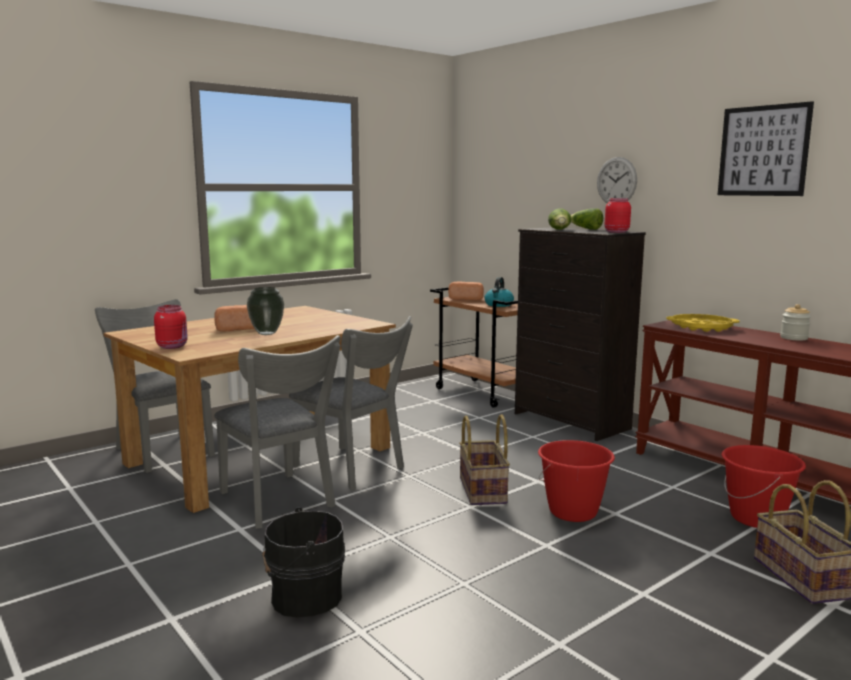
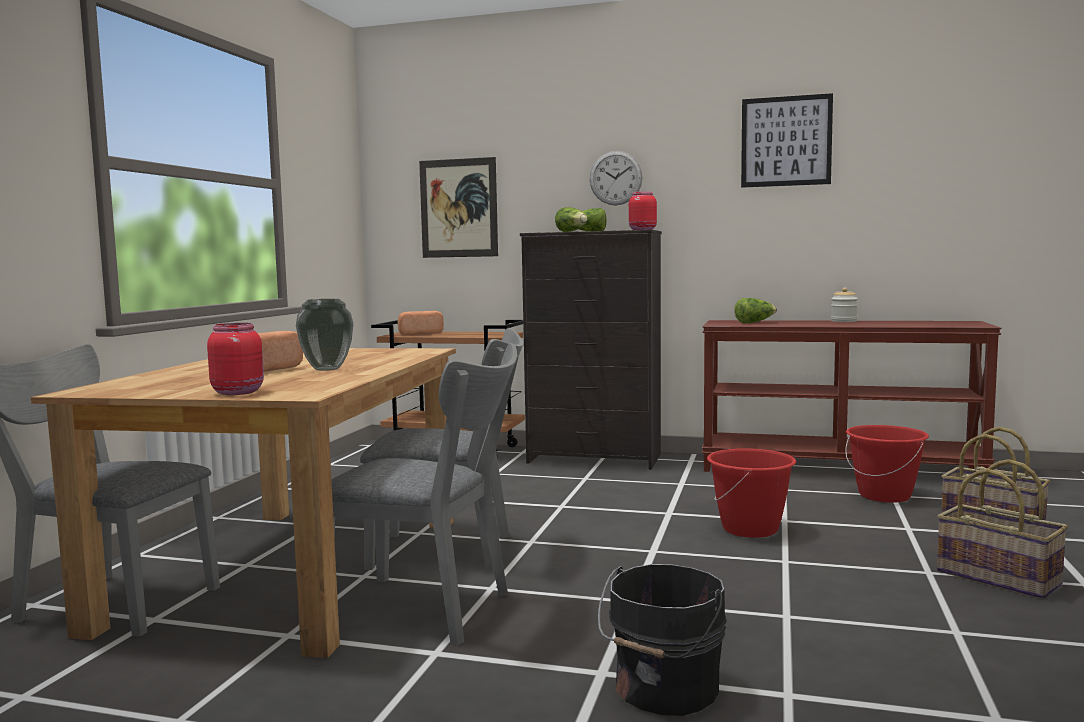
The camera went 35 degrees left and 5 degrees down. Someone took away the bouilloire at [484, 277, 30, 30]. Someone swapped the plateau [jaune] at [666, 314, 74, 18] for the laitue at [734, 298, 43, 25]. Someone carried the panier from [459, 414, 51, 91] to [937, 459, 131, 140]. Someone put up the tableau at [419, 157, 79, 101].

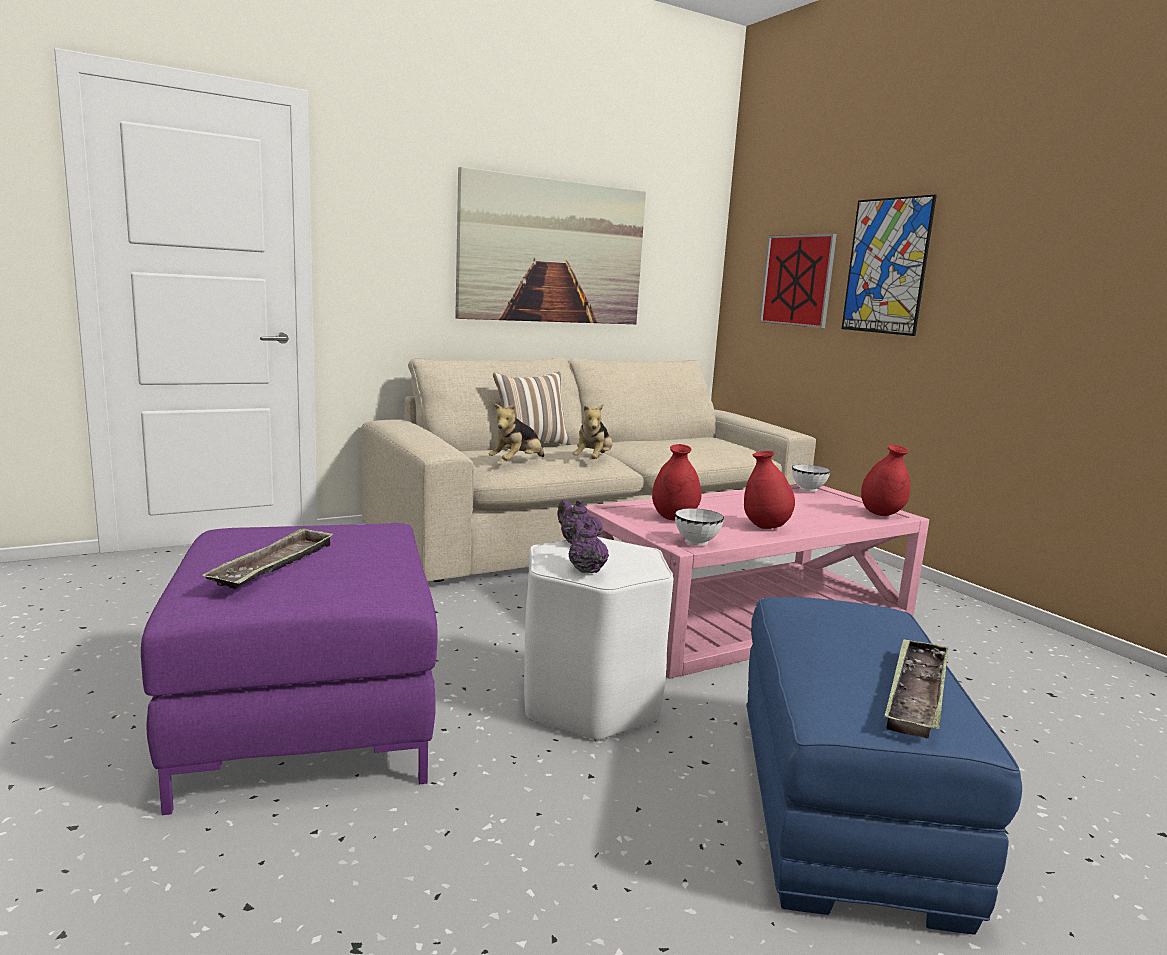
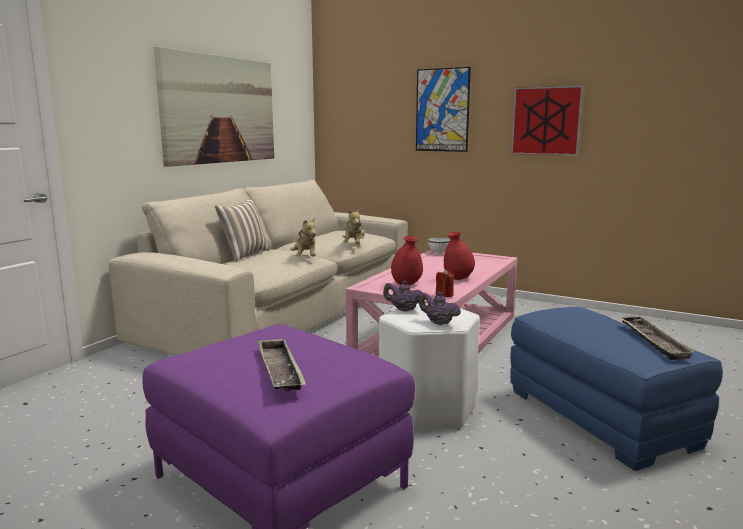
The camera went 30 degrees left and 0 degrees up. Someone carried the tableau from [759, 234, 78, 94] to [511, 86, 72, 70]. Someone carried the peluche from [489, 403, 55, 57] to [342, 208, 23, 36]. Someone took away the vase [rouge] at [861, 445, 49, 71]. Someone swapped the bol [blanc] at [675, 508, 49, 37] for the bougie [rouge] at [436, 269, 19, 28].

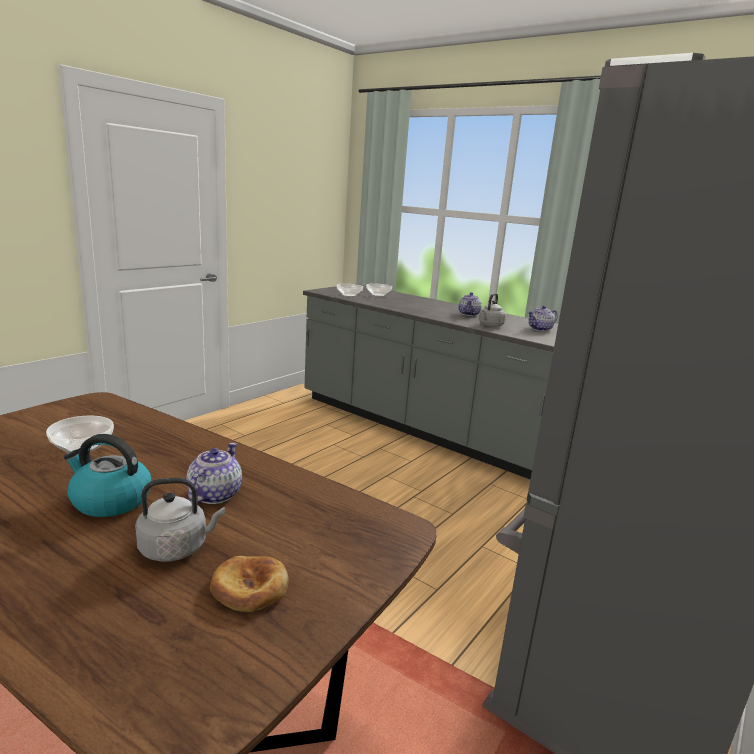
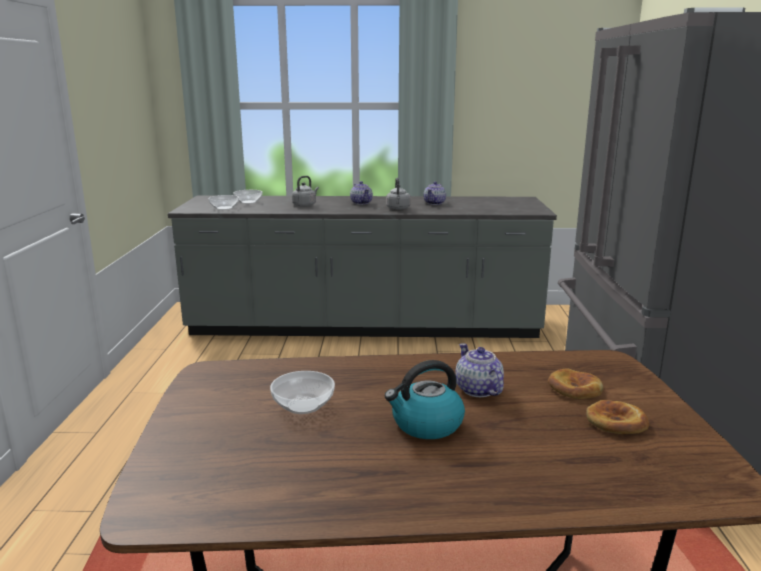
The camera went 35 degrees left and 0 degrees up. Someone carried the bouilloire [gris] from [135, 478, 90, 84] to [292, 176, 27, 31]. Someone put down the pain at [548, 368, 56, 31].

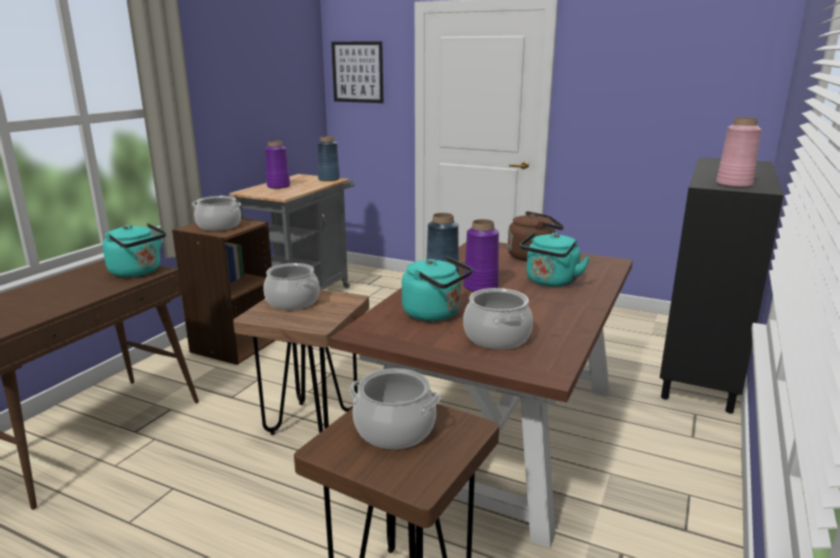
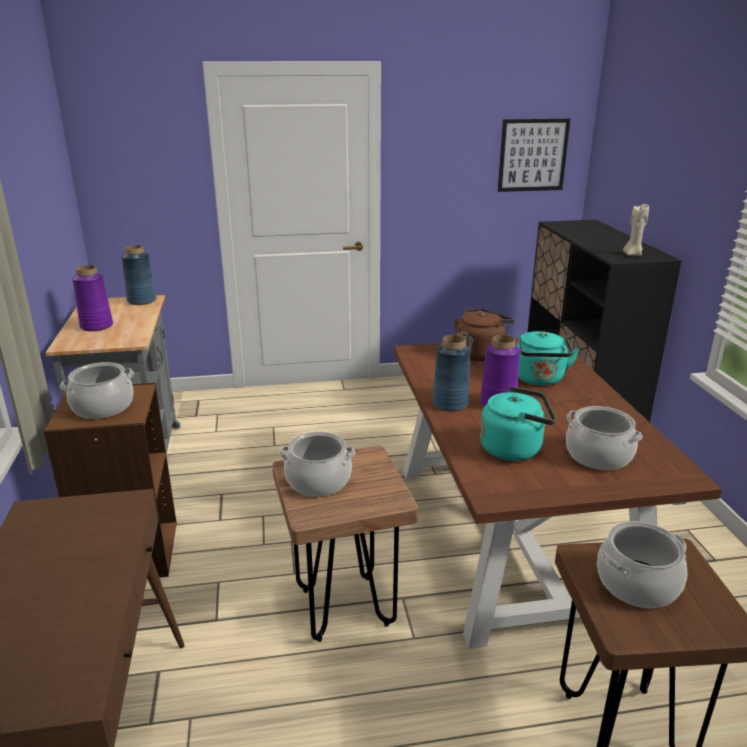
The camera went 35 degrees left and 5 degrees up. Someone carried the tableau from [331, 41, 52, 62] to [498, 118, 72, 74]. Someone swapped the vase [rose] at [716, 117, 46, 71] for the bougie [beige] at [623, 204, 26, 52]. Someone took away the bouilloire [turquoise] at [103, 223, 63, 54].

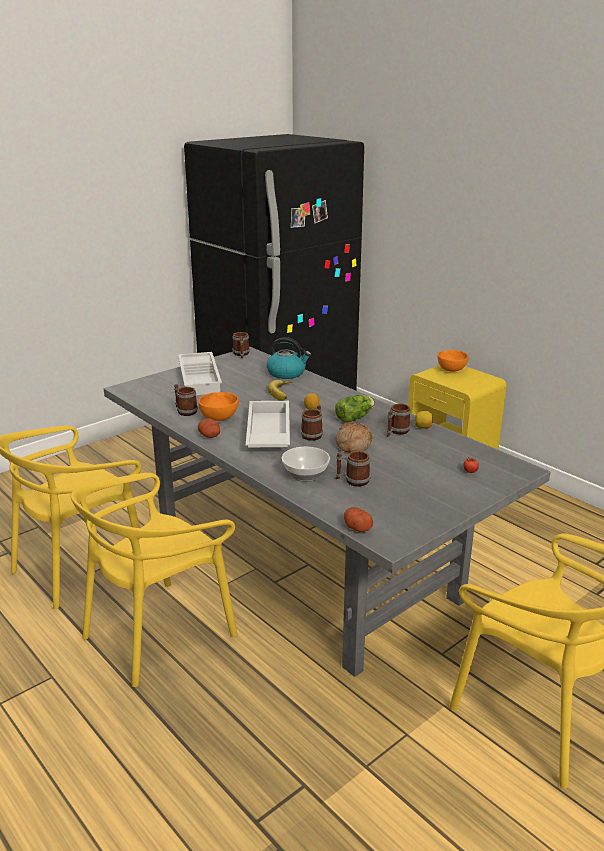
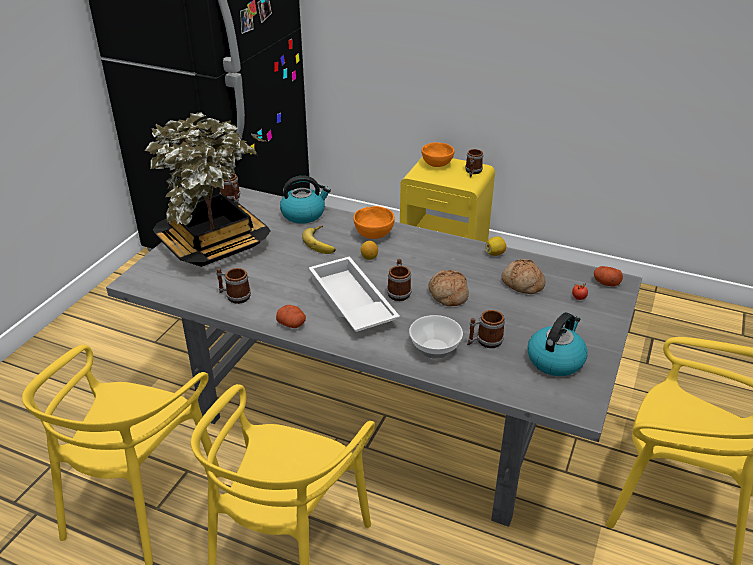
The camera went 25 degrees left and 10 degrees up. Someone swapped the plateau [blanc] at [178, 352, 44, 43] for the plante en pot at [145, 112, 126, 155]. Someone carried the bol [orange] from [198, 392, 41, 29] to [353, 206, 42, 33]. Someone took away the laitue at [335, 395, 40, 28]. Someone carried the mug from [387, 404, 24, 33] to [465, 149, 18, 29]. Someone carried the pomme de terre from [344, 507, 29, 25] to [594, 266, 29, 21]. Someone put down the pain at [501, 259, 44, 35]. Someone put down the bouilloire at [527, 312, 61, 64].

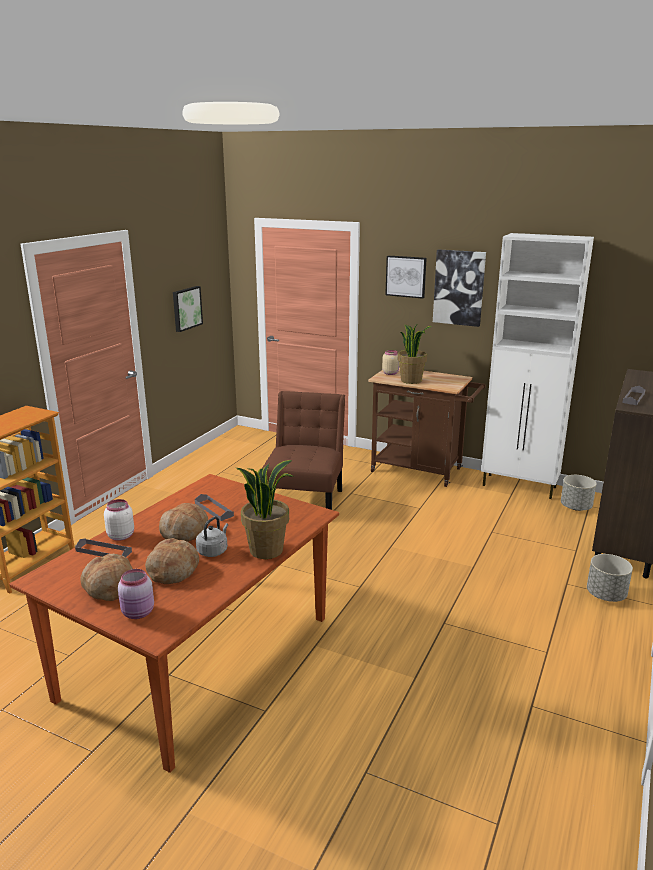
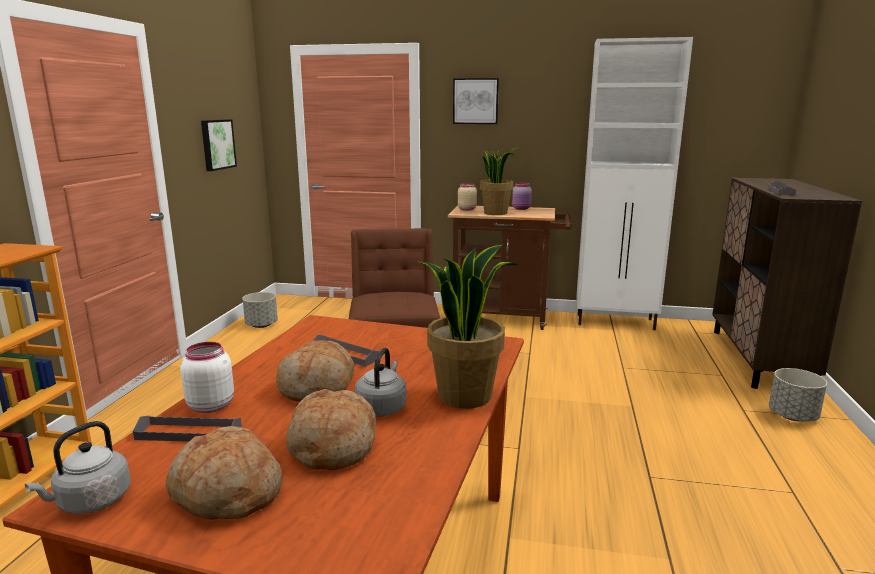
The camera went 15 degrees left and 5 degrees down. Someone took away the tableau at [433, 249, 53, 78]. Someone carried the cache-pot [gris] from [561, 475, 36, 36] to [242, 292, 36, 36]. Someone carried the bocal [rose] from [118, 569, 36, 50] to [512, 183, 20, 27]. Someone put down the bouilloire [gris] at [25, 421, 105, 93].

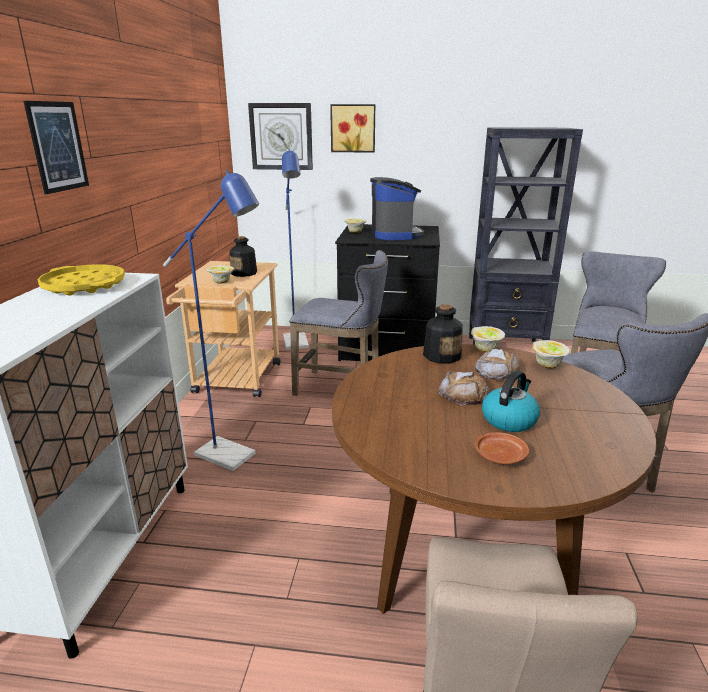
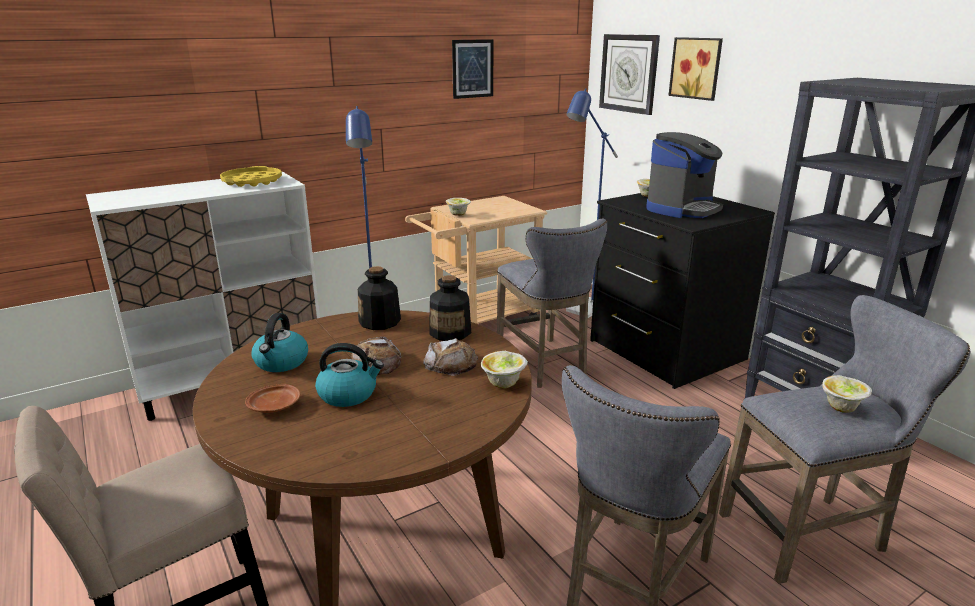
The camera went 50 degrees right and 0 degrees up. Someone carried the tableau from [23, 101, 66, 93] to [452, 39, 41, 60]. Someone carried the bouteille from [230, 236, 27, 41] to [358, 266, 43, 64]. Someone carried the bol from [471, 326, 34, 26] to [822, 375, 50, 38]. Someone put down the bouilloire at [251, 313, 57, 59].

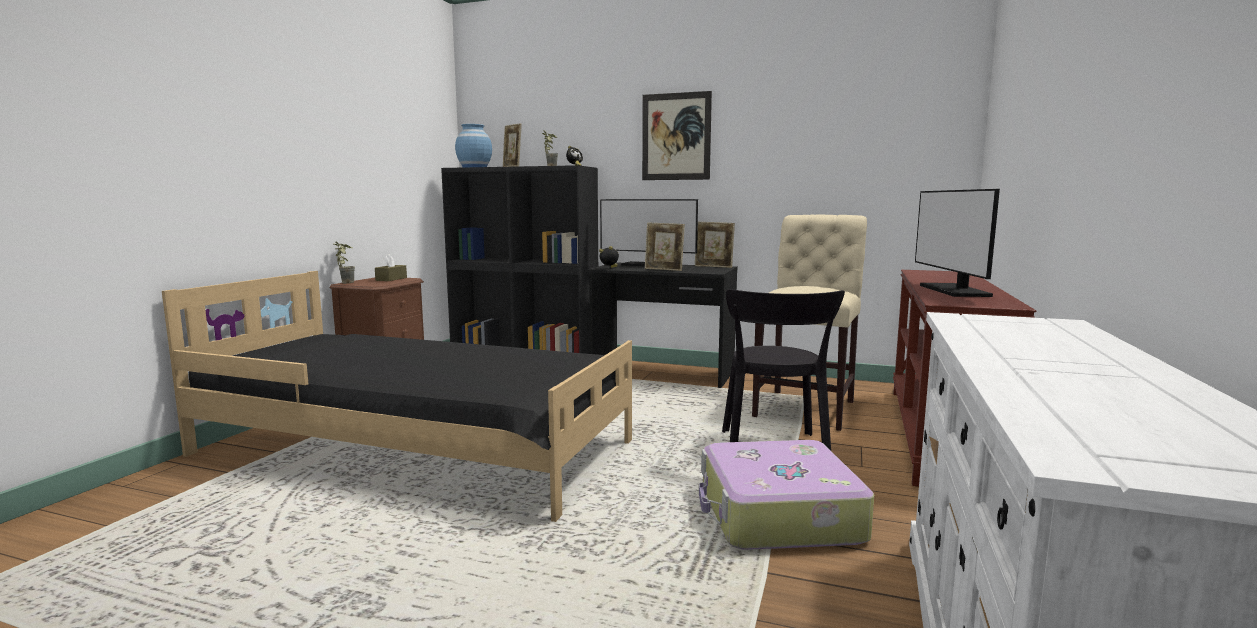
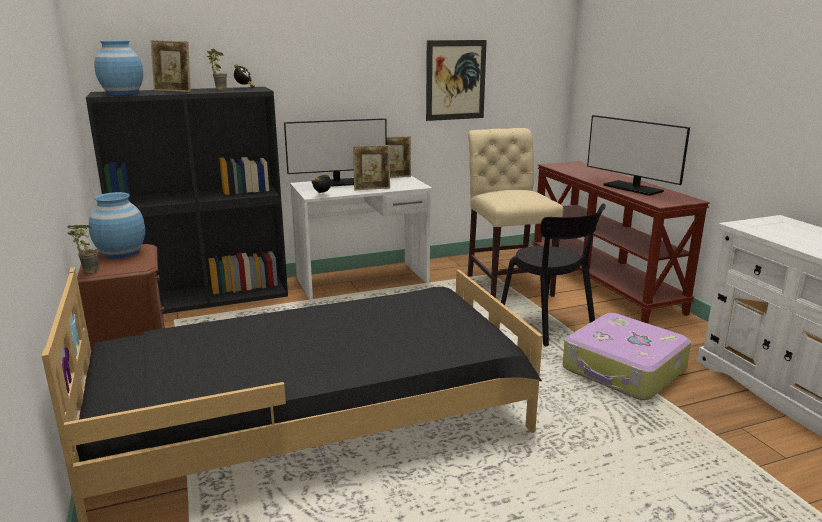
The camera went 40 degrees left and 10 degrees up. Someone carried the tableau from [642, 91, 70, 89] to [426, 40, 61, 81]. Someone swapped the boîte à mouchoirs [marron] at [375, 254, 32, 27] for the vase [bleu] at [89, 192, 56, 67]. Someone repainted the bureau [noir] at [587, 262, 151, 126], which became the bureau [blanc] at [290, 176, 142, 124].

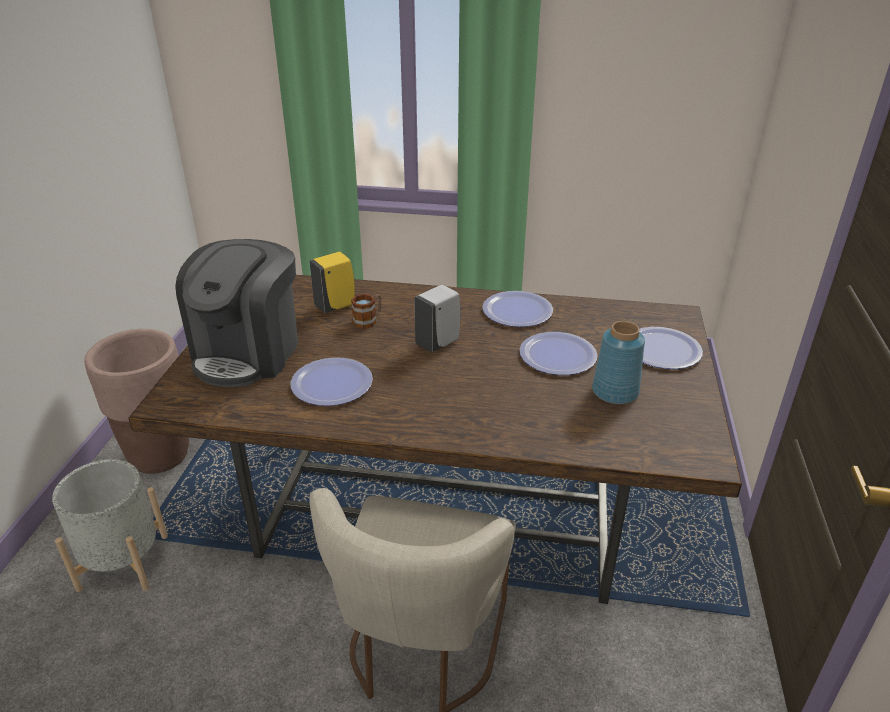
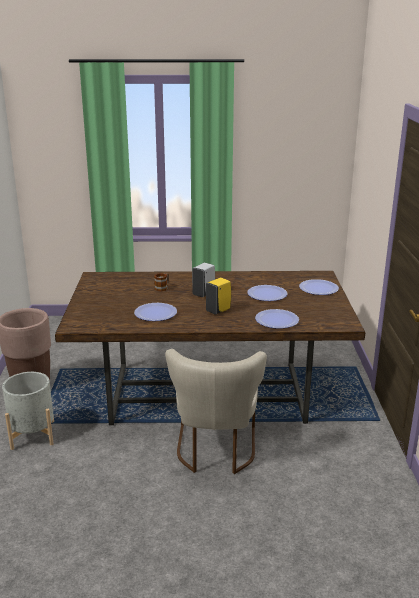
The camera went 10 degrees left and 10 degrees down. Someone took away the machine à café at [175, 239, 123, 148]. Someone carried the distributeur de savon [jaune] from [309, 252, 46, 61] to [206, 278, 25, 37]. Someone carried the assiette from [482, 291, 71, 36] to [255, 309, 44, 20]. Someone took away the vase [bleu] at [592, 321, 53, 83].

